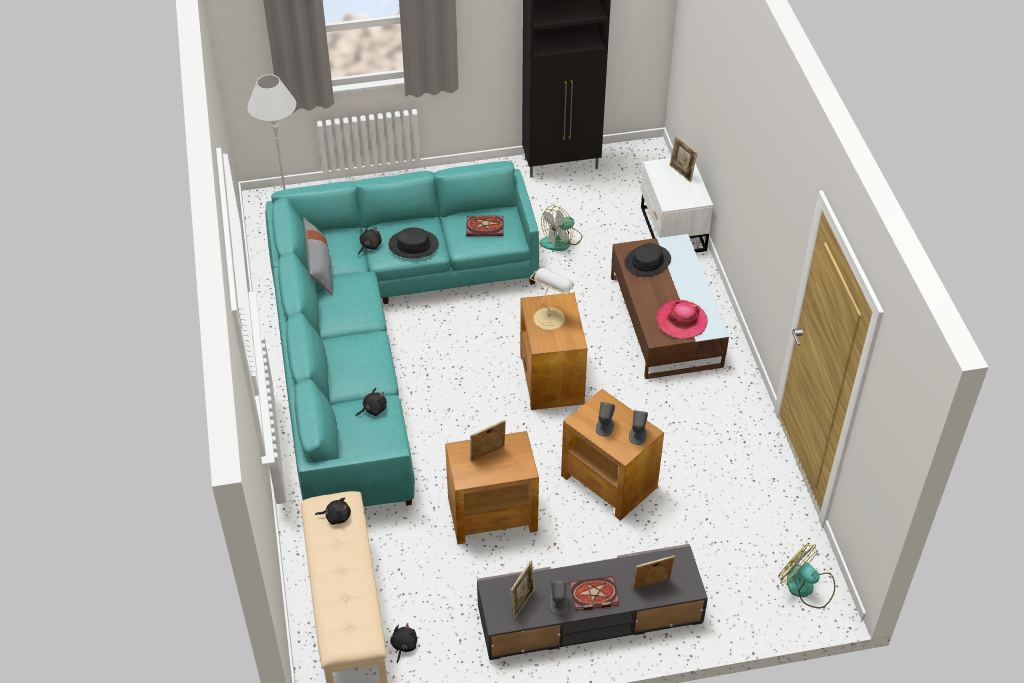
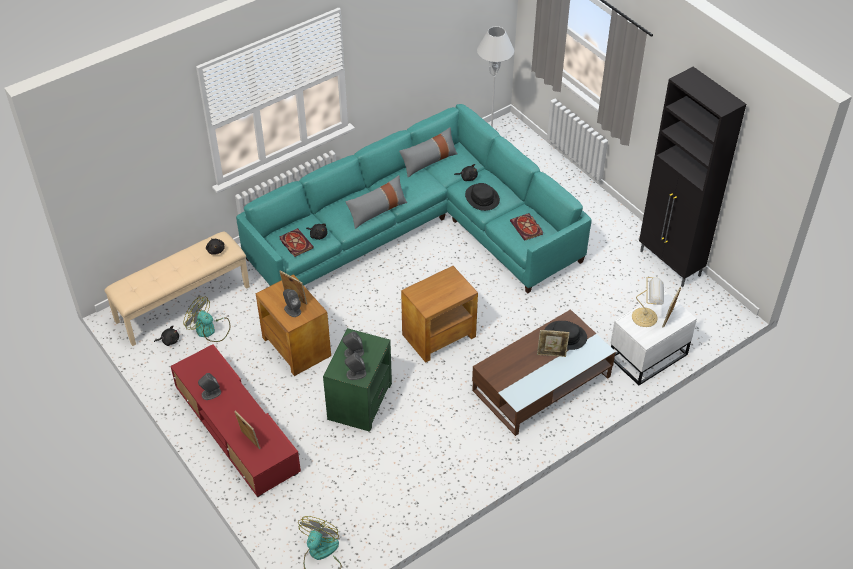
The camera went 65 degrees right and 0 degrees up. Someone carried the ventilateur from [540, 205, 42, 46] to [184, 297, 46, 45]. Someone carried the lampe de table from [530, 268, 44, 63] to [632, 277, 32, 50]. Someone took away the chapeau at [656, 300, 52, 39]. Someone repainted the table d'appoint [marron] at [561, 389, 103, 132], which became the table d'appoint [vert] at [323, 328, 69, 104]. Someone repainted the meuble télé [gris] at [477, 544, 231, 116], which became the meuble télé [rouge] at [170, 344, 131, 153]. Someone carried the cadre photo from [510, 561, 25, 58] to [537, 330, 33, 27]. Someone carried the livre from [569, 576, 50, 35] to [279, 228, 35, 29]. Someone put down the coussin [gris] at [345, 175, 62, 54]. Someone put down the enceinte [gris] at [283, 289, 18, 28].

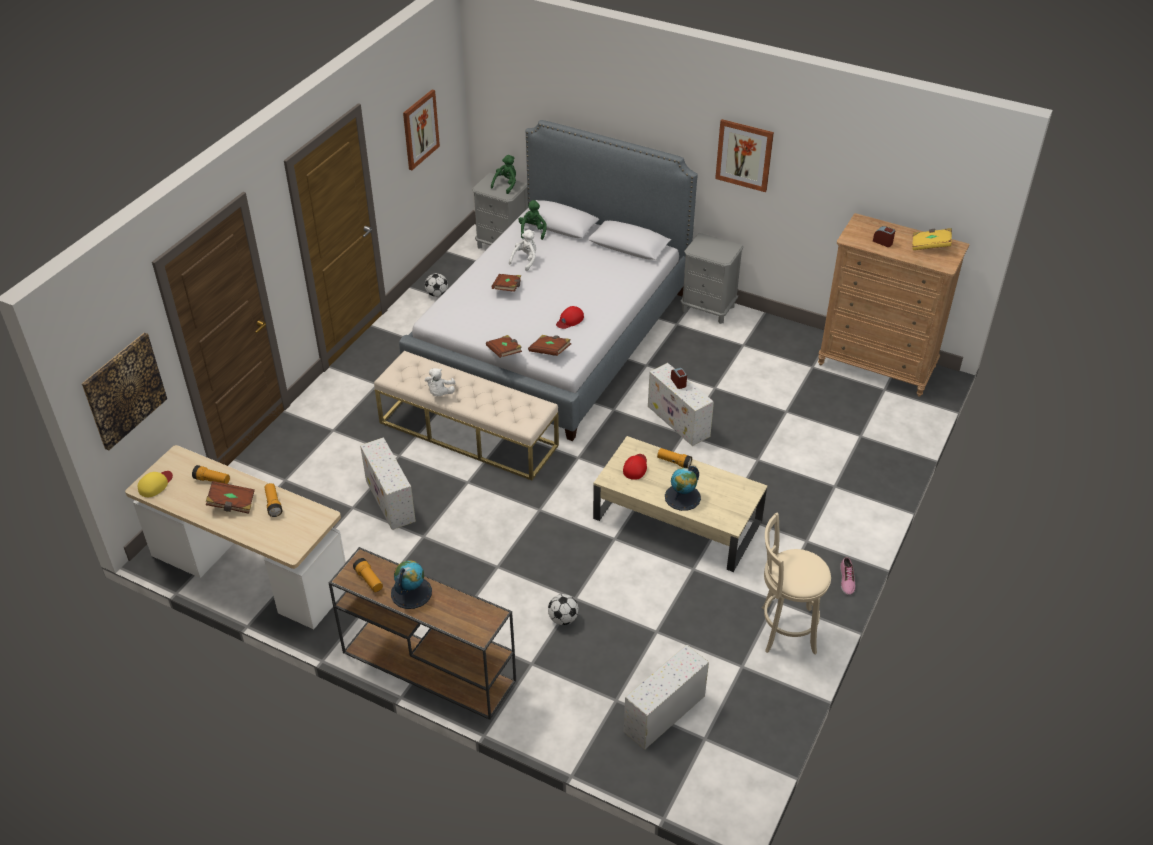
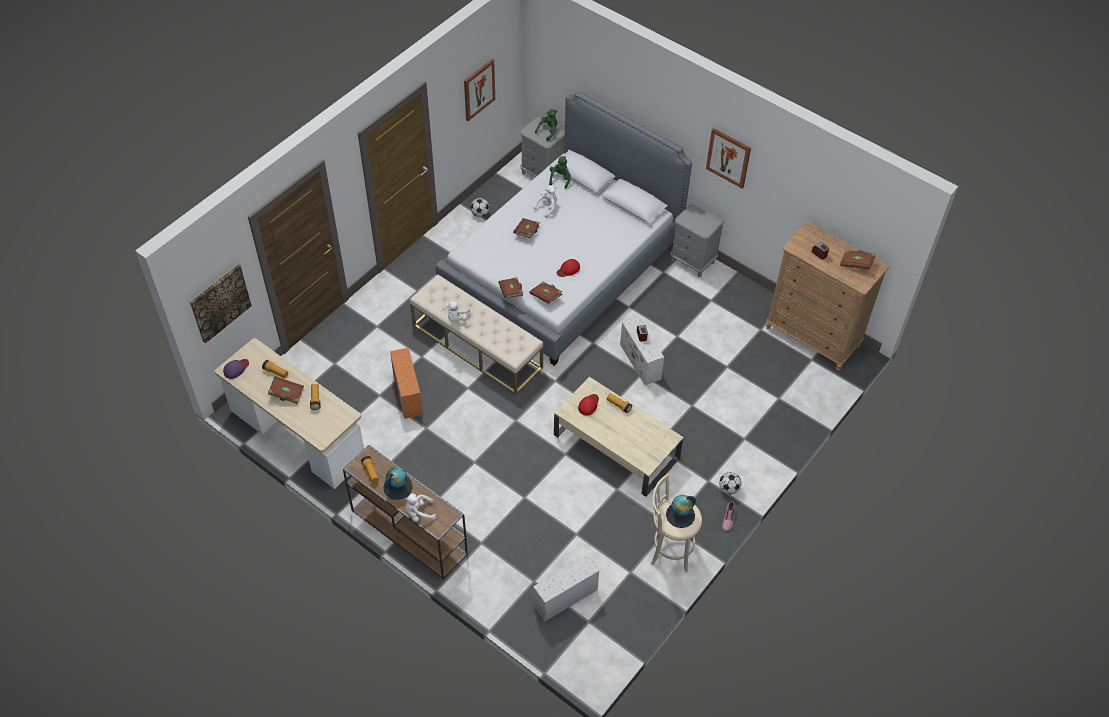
The camera went 10 degrees right and 10 degrees up. Someone repainted the livre [jaune] at [912, 228, 40, 22], which became the livre [marron] at [840, 250, 35, 19]. Someone repainted the boîte de rangement [blanc] at [360, 437, 56, 93], which became the boîte de rangement [orange] at [390, 348, 33, 71]. Someone carried the globe from [665, 466, 36, 45] to [666, 495, 30, 33]. Someone repainted the casquette [jaune] at [138, 471, 35, 26], which became the casquette [violet] at [223, 359, 26, 20]. Someone carried the ballon de foot from [548, 594, 31, 31] to [719, 472, 22, 22]. Someone put down the peluche [blanc] at [405, 493, 31, 29].

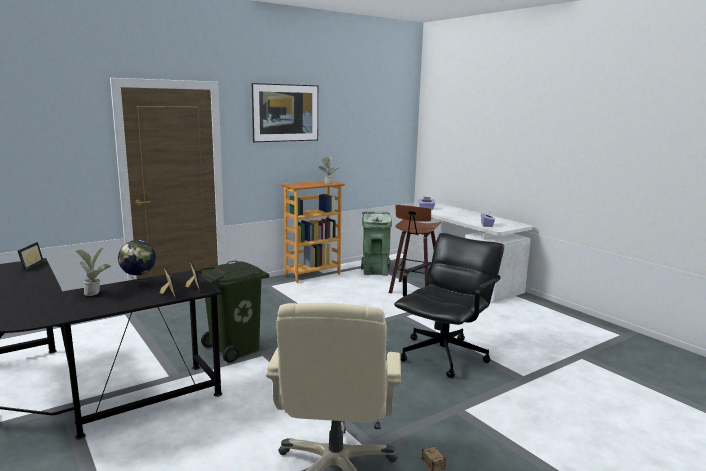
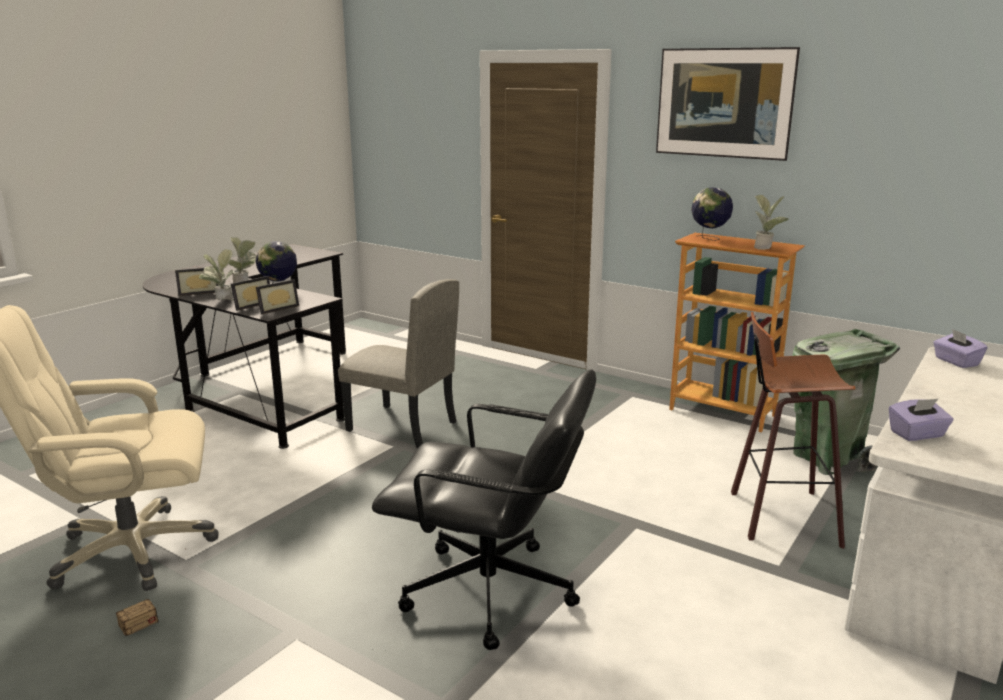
The camera went 70 degrees right and 5 degrees up. Someone carried the cadre photo from [18, 242, 26, 29] to [175, 268, 44, 28]. Someone swapped the poubelle [vert] at [197, 261, 73, 102] for the chaise [beige] at [338, 279, 121, 169]. Someone put down the globe at [691, 187, 42, 54]. Someone put down the plante en pot at [199, 249, 35, 52].

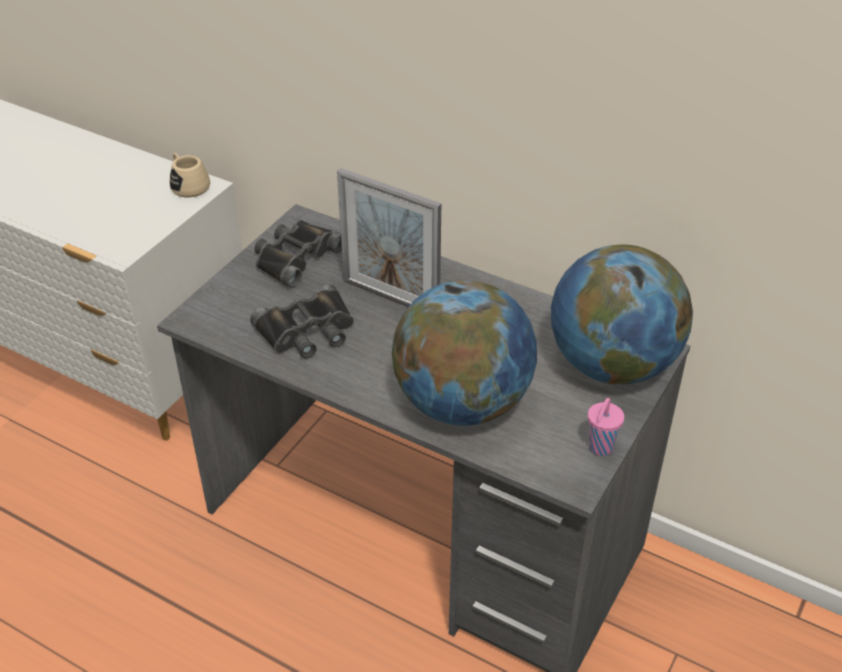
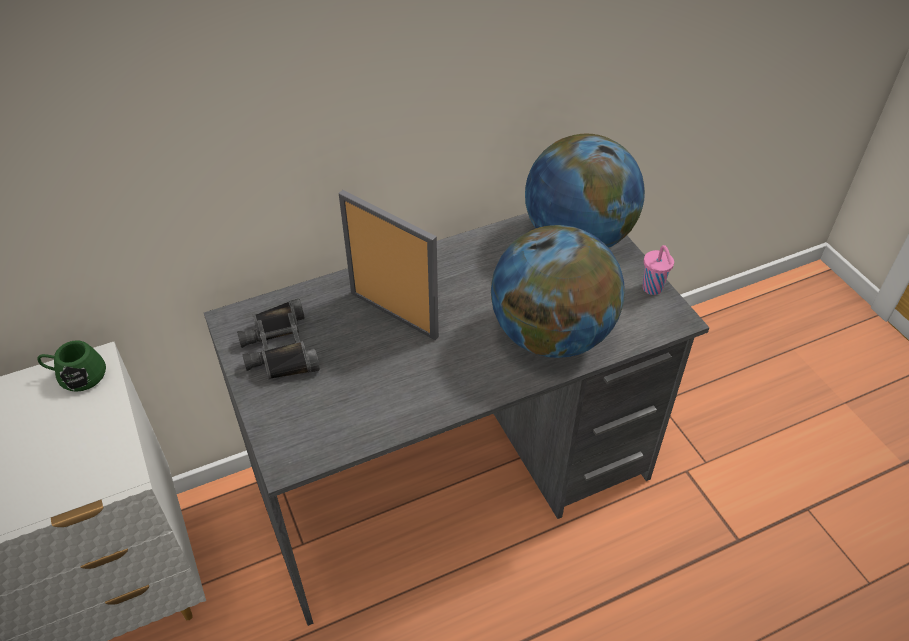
The camera went 55 degrees left and 5 degrees up. Someone repainted the mug [beige] at [170, 153, 40, 44], which became the mug [vert] at [37, 340, 69, 52]. Someone rotated the cadre photo at [337, 168, 104, 139] by 120 degrees counterclockwise. Someone took away the jumelles [noir] at [250, 284, 104, 74].

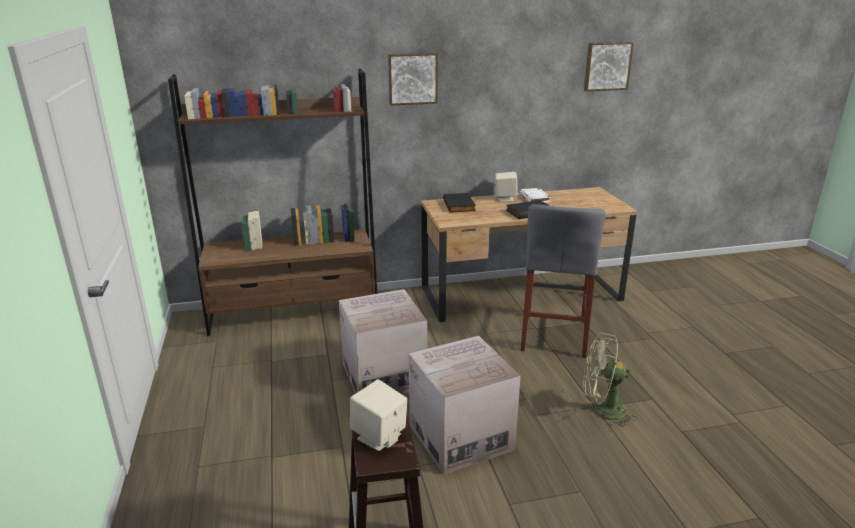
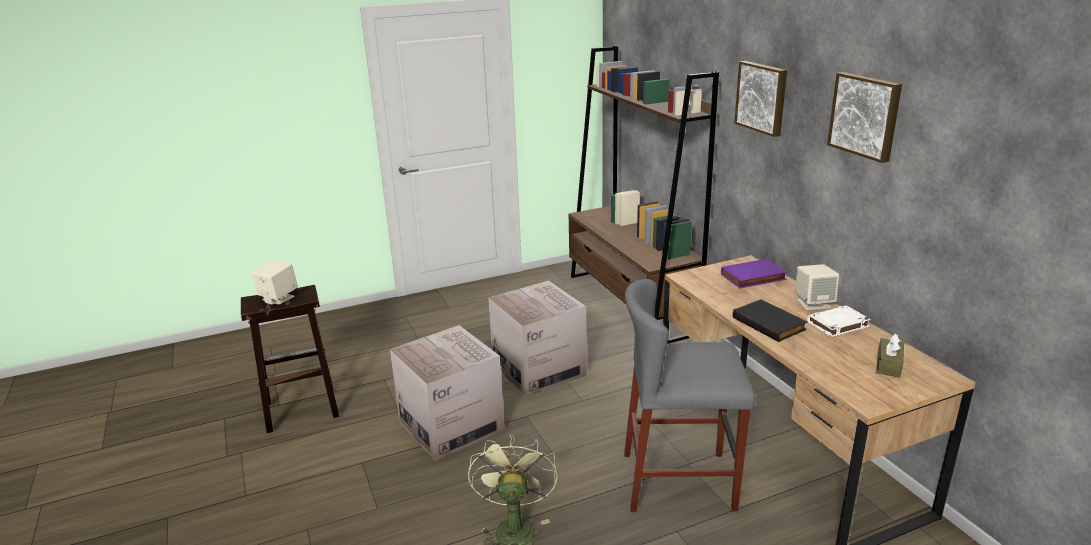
The camera went 80 degrees right and 0 degrees up. Someone carried the tableau from [584, 42, 50, 49] to [827, 72, 75, 91]. Someone repainted the livre [noir] at [443, 193, 33, 20], which became the livre [violet] at [721, 259, 66, 29]. Someone put down the boîte à mouchoirs [marron] at [876, 334, 28, 44].

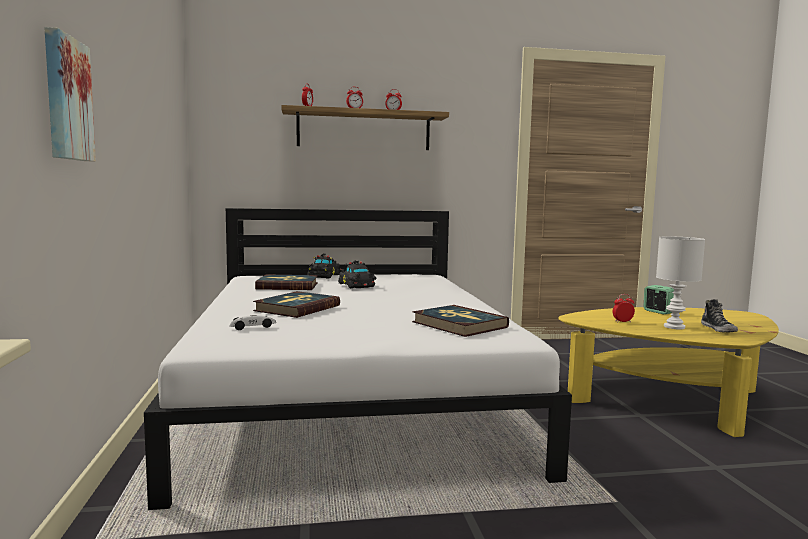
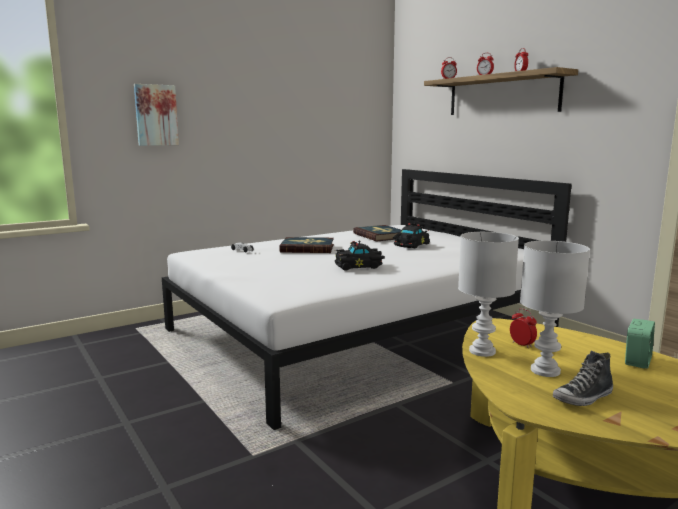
The camera went 65 degrees right and 5 degrees up. Someone carried the petite voiture [noir] from [307, 254, 33, 25] to [334, 240, 51, 30]. Someone took away the livre at [412, 305, 97, 32]. Someone put down the lampe de table [blanc] at [458, 232, 61, 125].

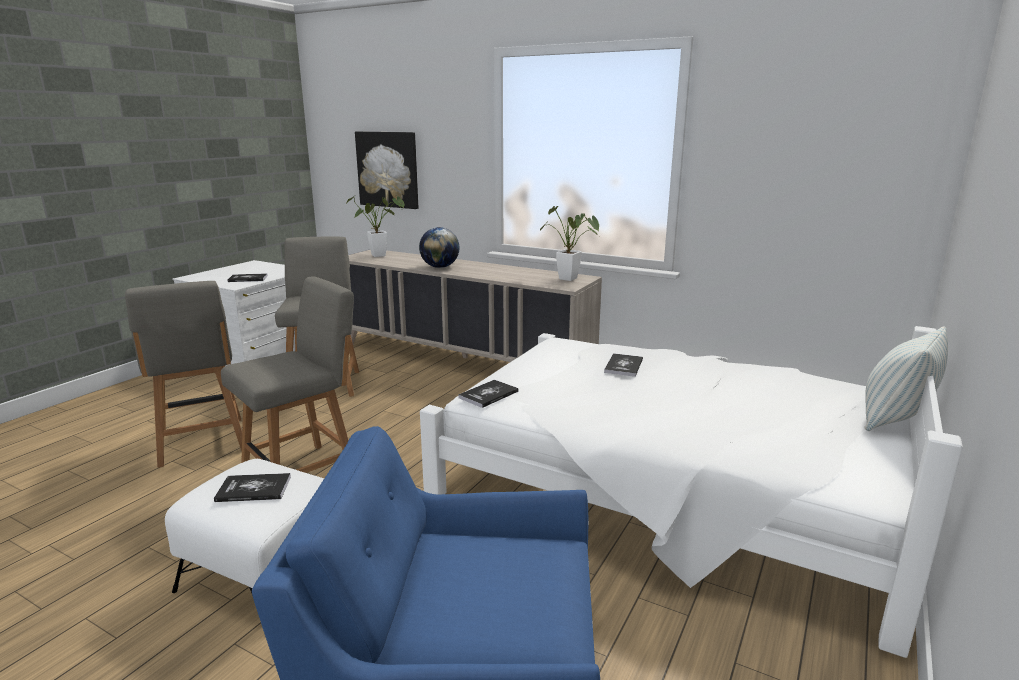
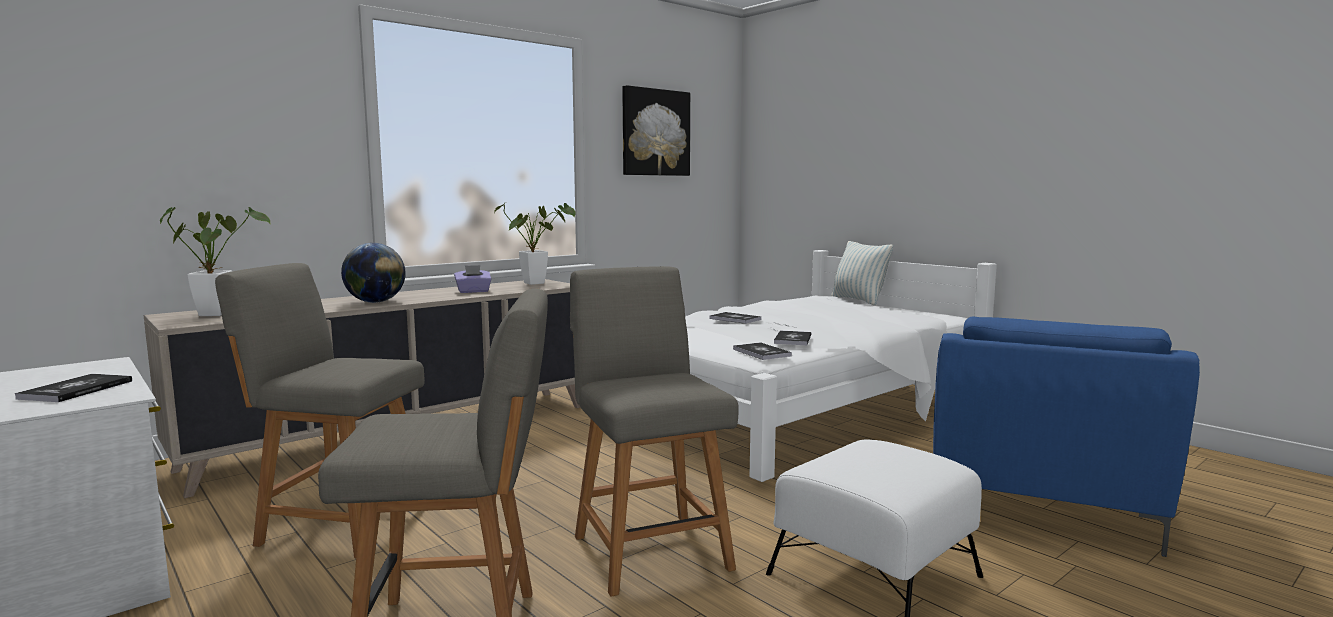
The camera went 70 degrees left and 10 degrees down. Someone carried the tableau from [355, 131, 63, 78] to [622, 85, 68, 91]. Someone carried the livre from [214, 473, 77, 29] to [774, 330, 37, 15]. Someone put down the boîte à mouchoirs [violet] at [454, 265, 37, 28].

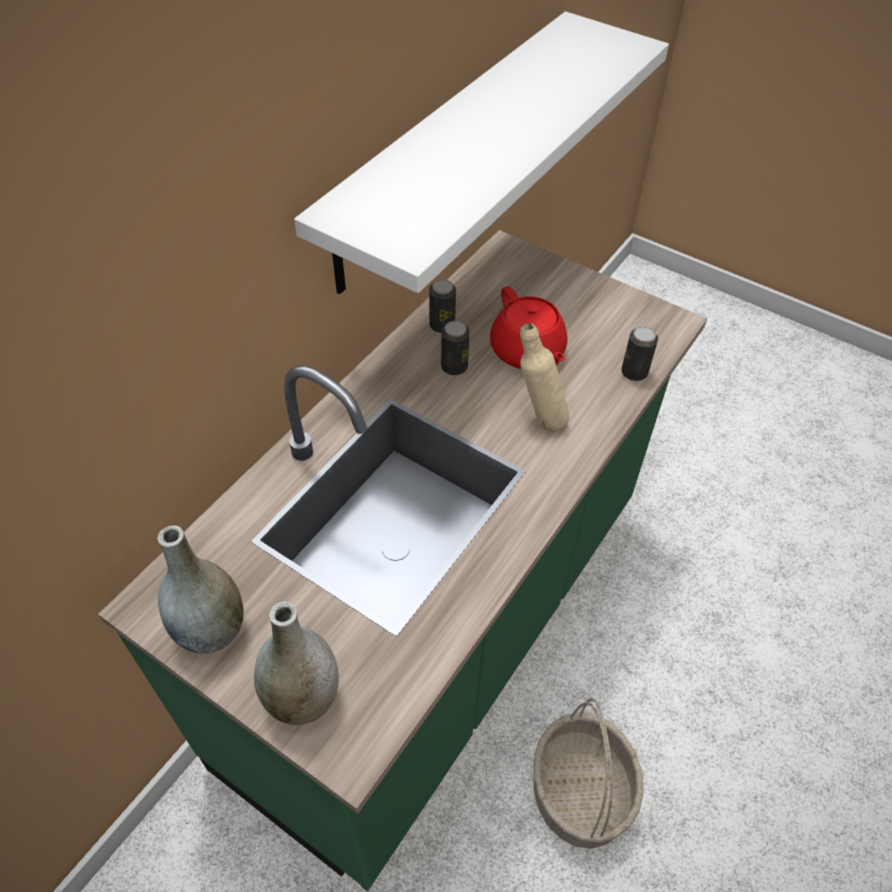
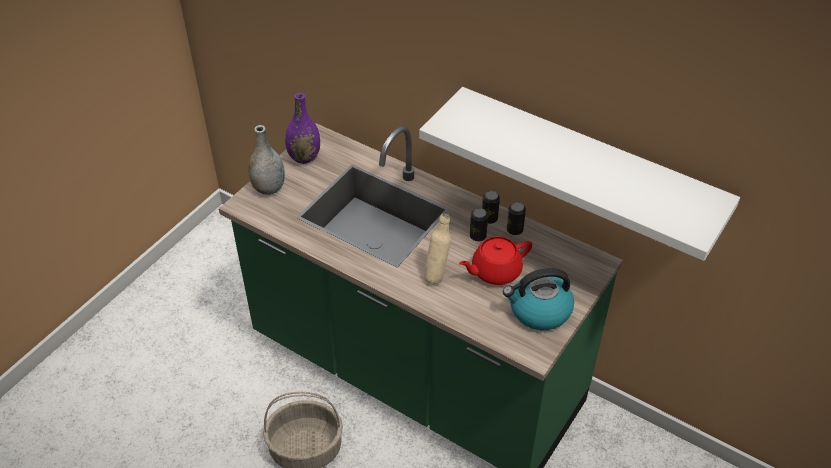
The camera went 90 degrees right and 5 degrees down. Someone carried the boîte métallique from [621, 326, 37, 55] to [482, 191, 18, 33]. Someone repainted the vase [gris] at [157, 526, 87, 127], which became the vase [violet] at [285, 93, 35, 71]. Someone put down the bouilloire at [503, 268, 71, 62].

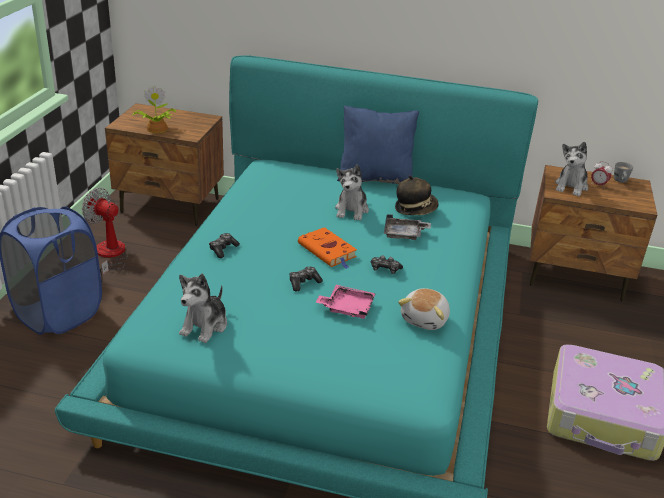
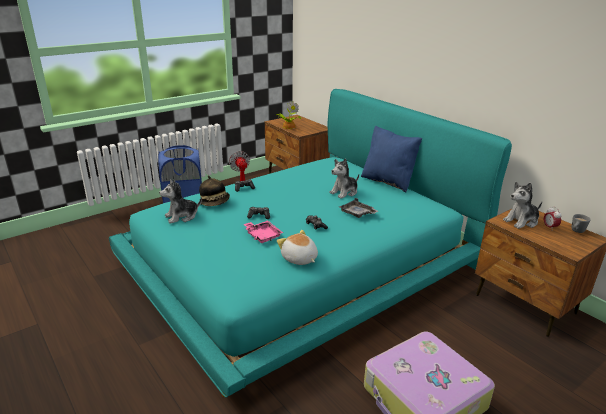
The camera went 40 degrees right and 5 degrees down. Someone carried the chapeau from [395, 175, 44, 40] to [199, 176, 31, 30]. Someone took away the livre [orange] at [298, 227, 59, 42]. Someone rotated the peluche at [398, 288, 52, 42] by 75 degrees clockwise.

